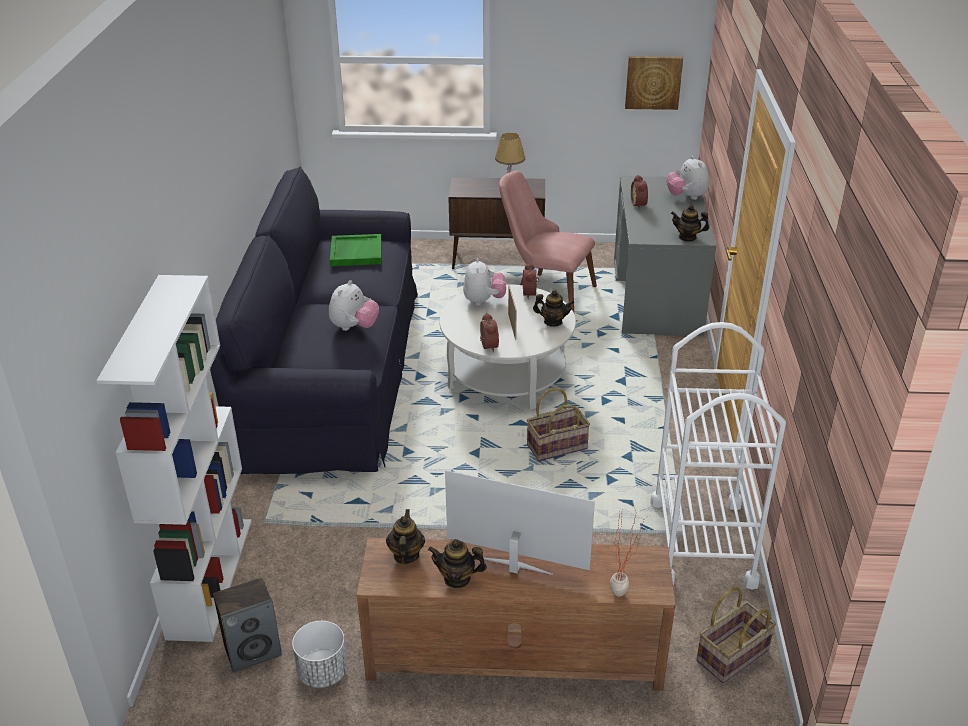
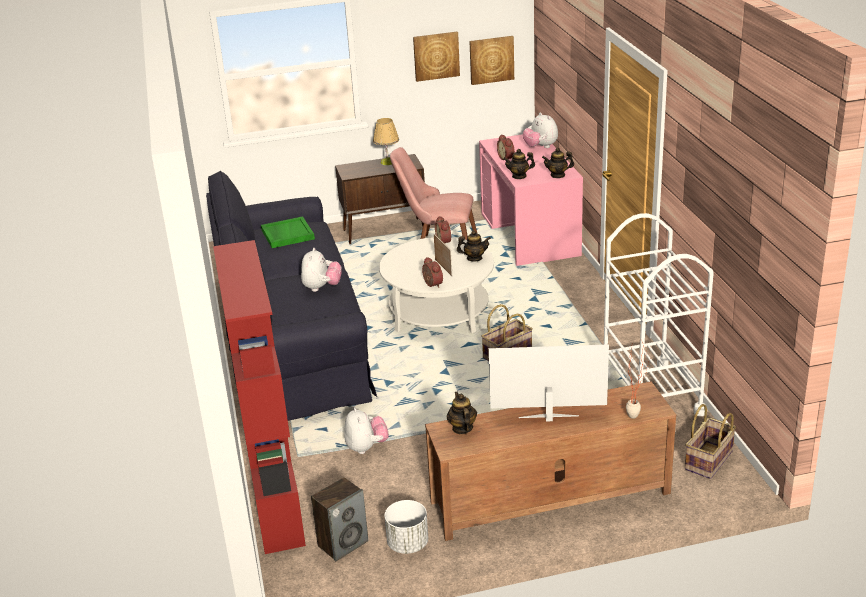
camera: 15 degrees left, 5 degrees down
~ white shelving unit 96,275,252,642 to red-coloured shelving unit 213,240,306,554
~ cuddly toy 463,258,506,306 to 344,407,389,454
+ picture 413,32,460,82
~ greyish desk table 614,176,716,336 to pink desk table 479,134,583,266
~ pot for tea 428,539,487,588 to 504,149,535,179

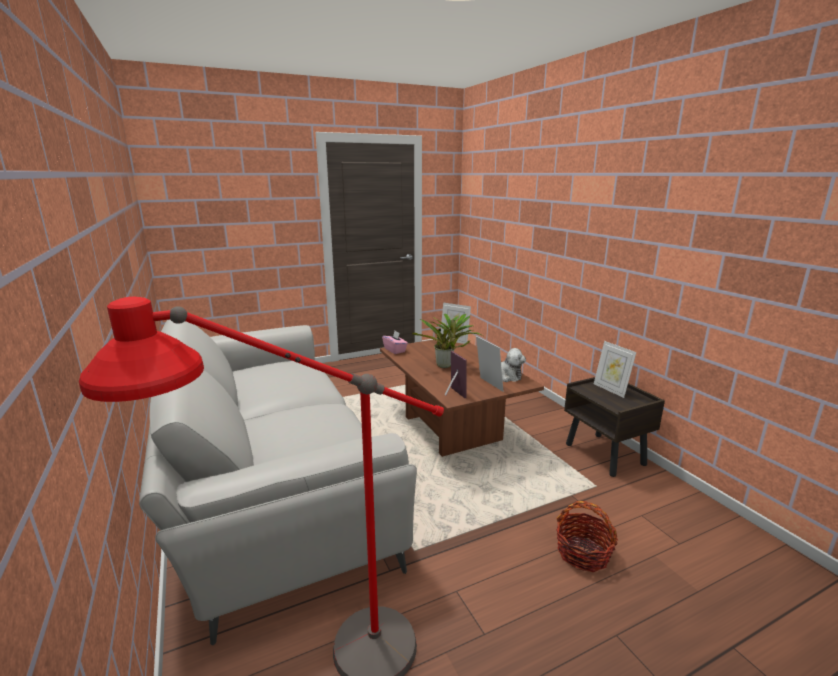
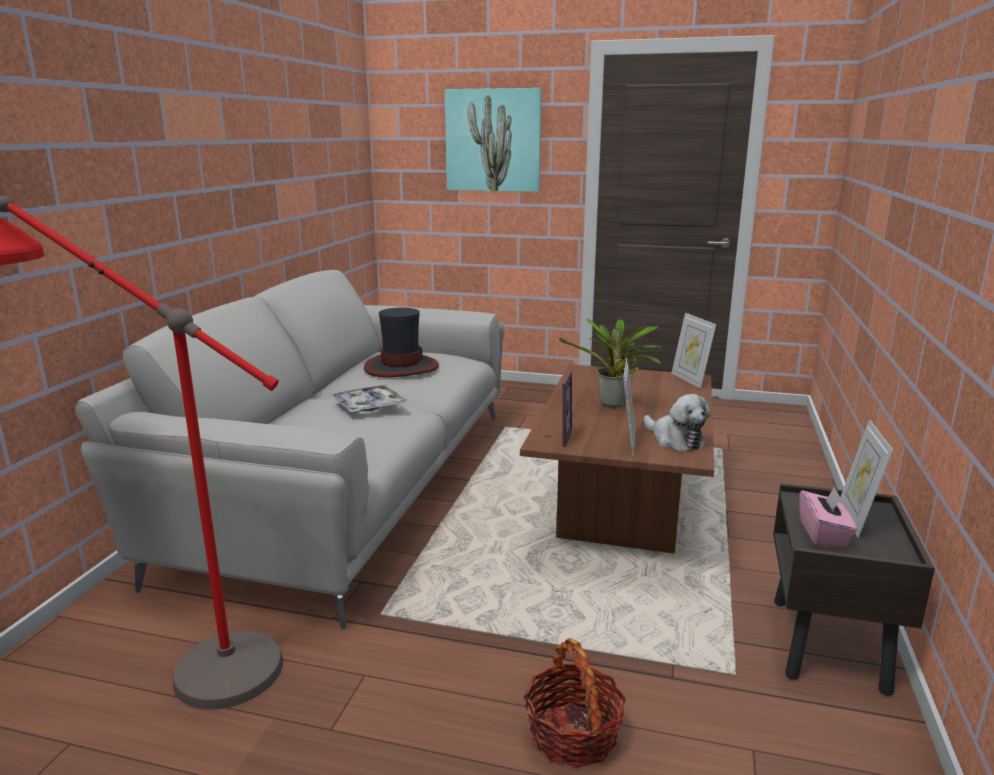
camera: 40 degrees right, 0 degrees up
+ tray 332,385,407,412
+ clothing hat 364,308,439,378
+ picture 445,88,542,192
~ pink tissue holder 382,331,408,354 to 799,486,857,547

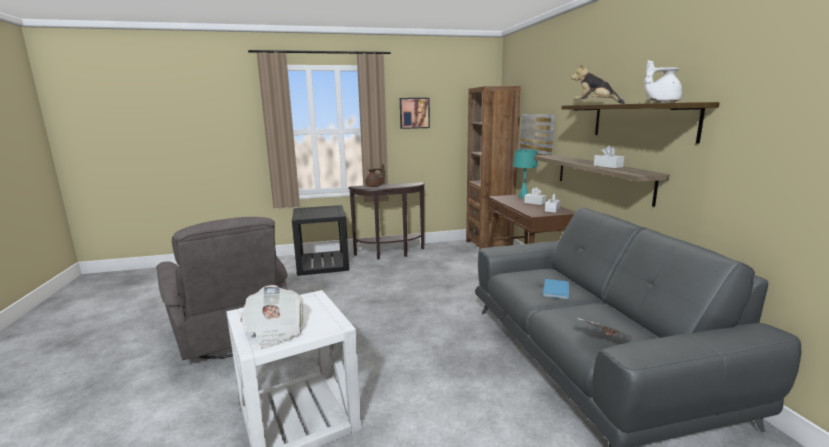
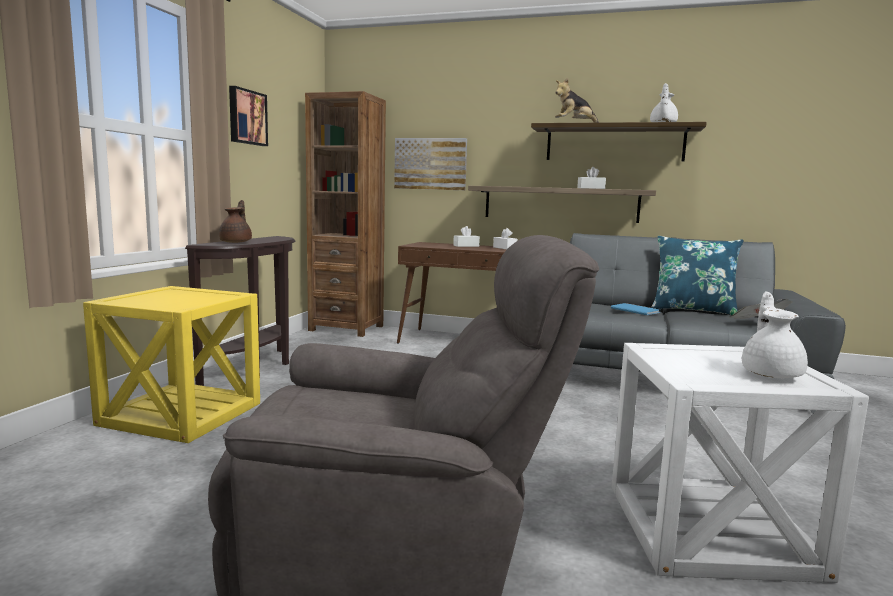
camera: 60 degrees left, 5 degrees down
~ black side table 292,205,350,276 to yellow-coloured side table 83,286,260,443
+ blue-coloured cushion 651,236,744,315
~ printed paper 240,285,303,349 to white pot for tea 742,291,808,378
- turquoise tabletop lamp 513,149,538,198

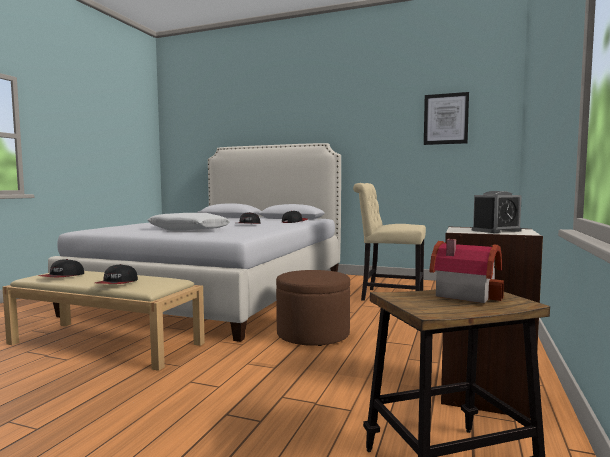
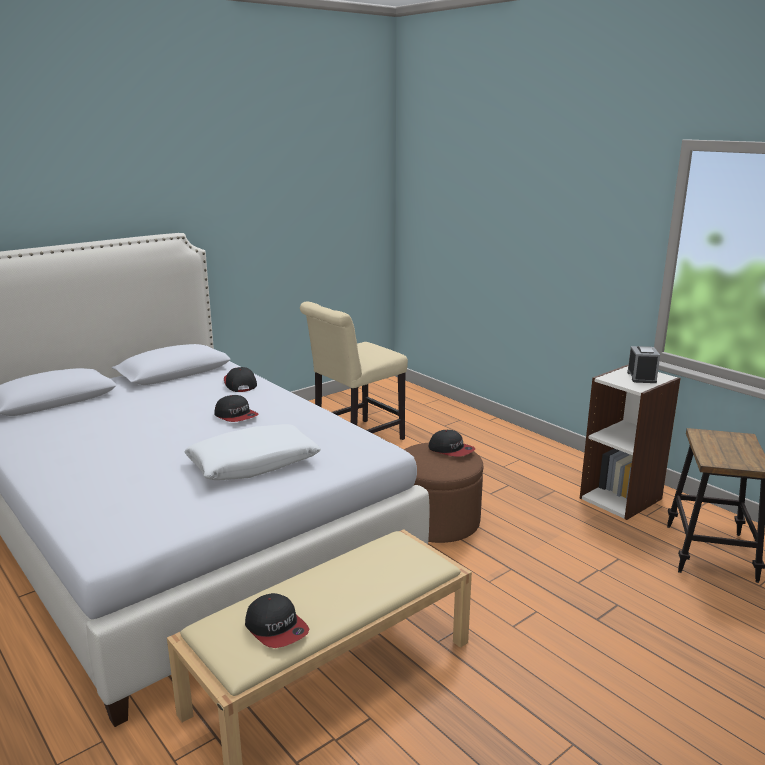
camera: 60 degrees left, 15 degrees up
~ peaked cap 95,264,138,284 to 429,430,475,457
- picture 424,92,469,145
- toy house 429,239,504,303

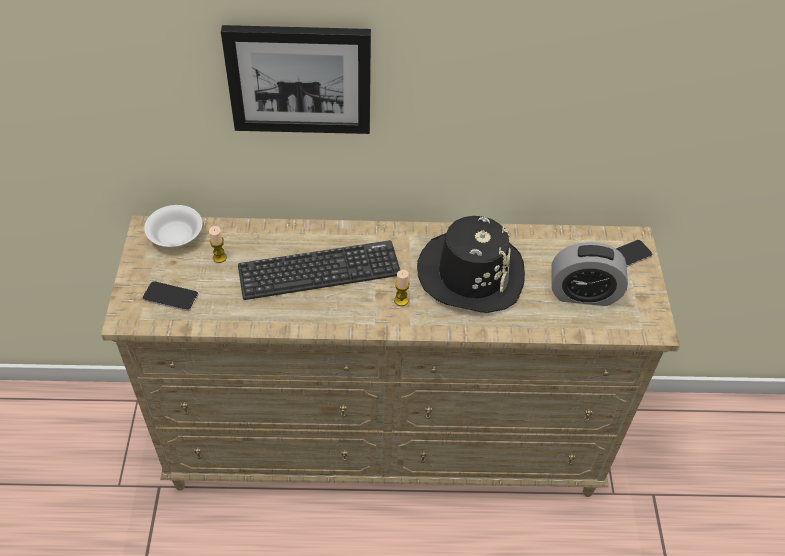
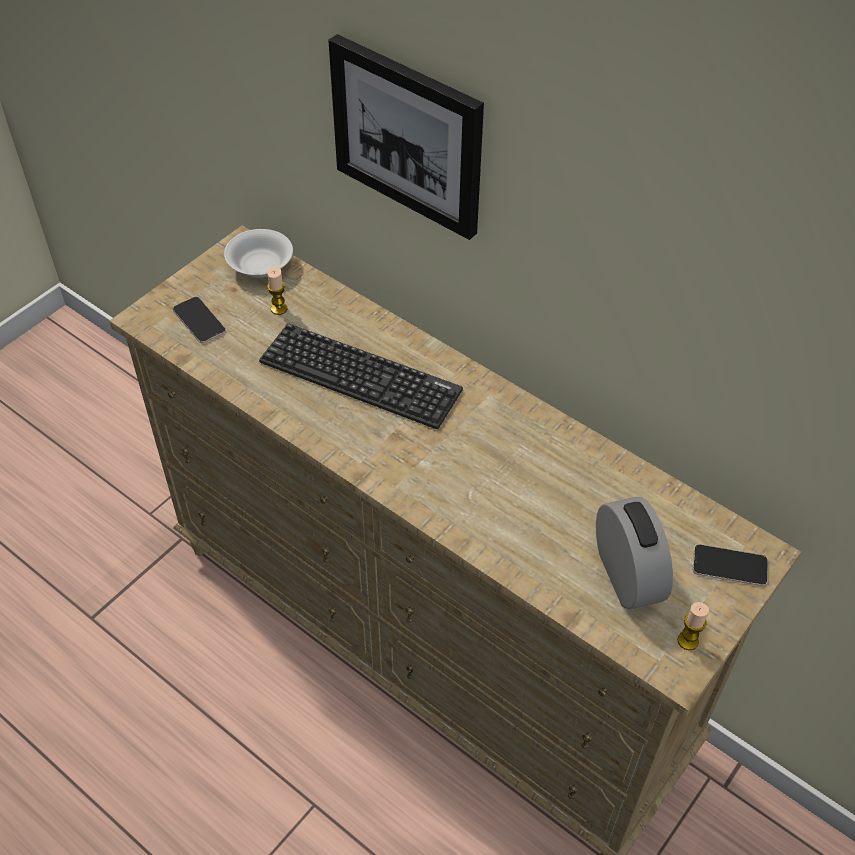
camera: 40 degrees right, 0 degrees up
~ bedside clock 551,242,628,306 = 596,497,673,610 150 degrees counterclockwise
~ wax candle 394,270,410,306 to 678,602,709,650
- black clothing hat 417,216,525,313

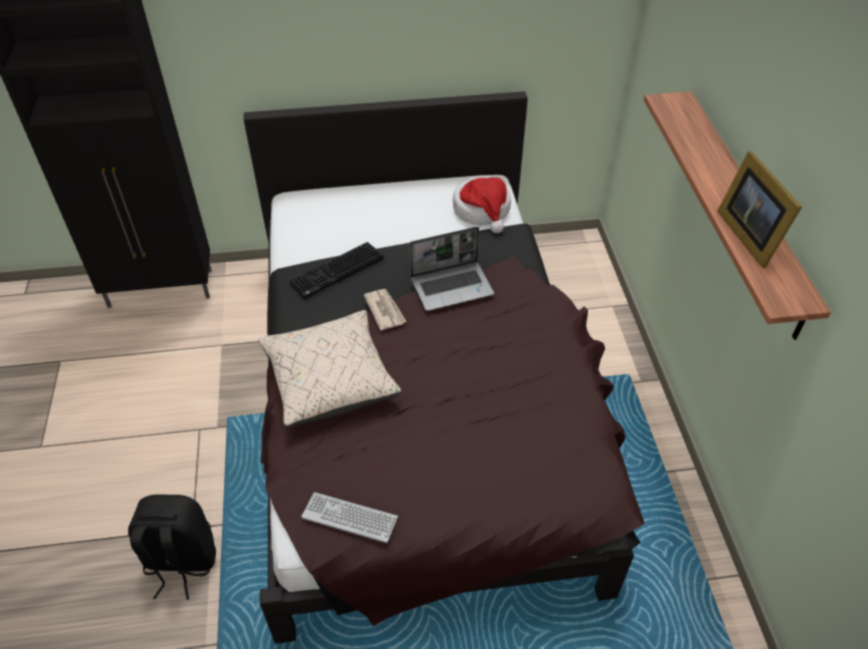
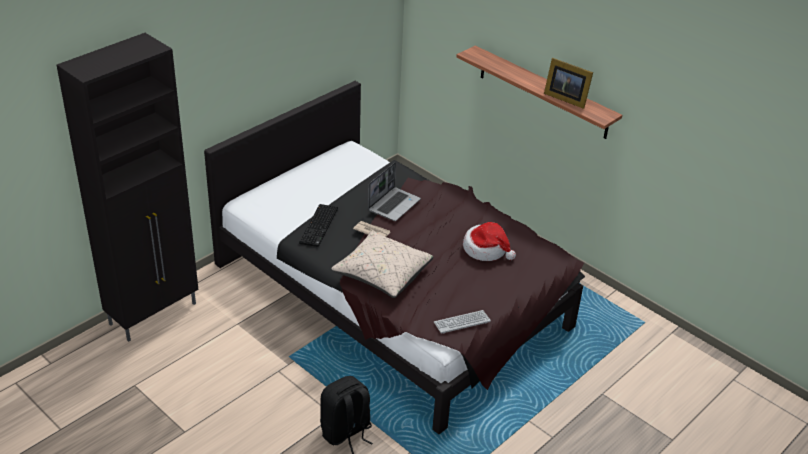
camera: 40 degrees left, 10 degrees down
~ clothing hat 453,177,511,233 to 463,222,516,261

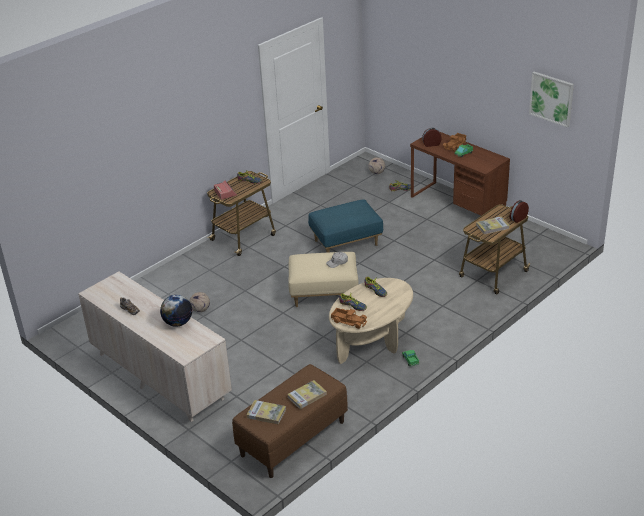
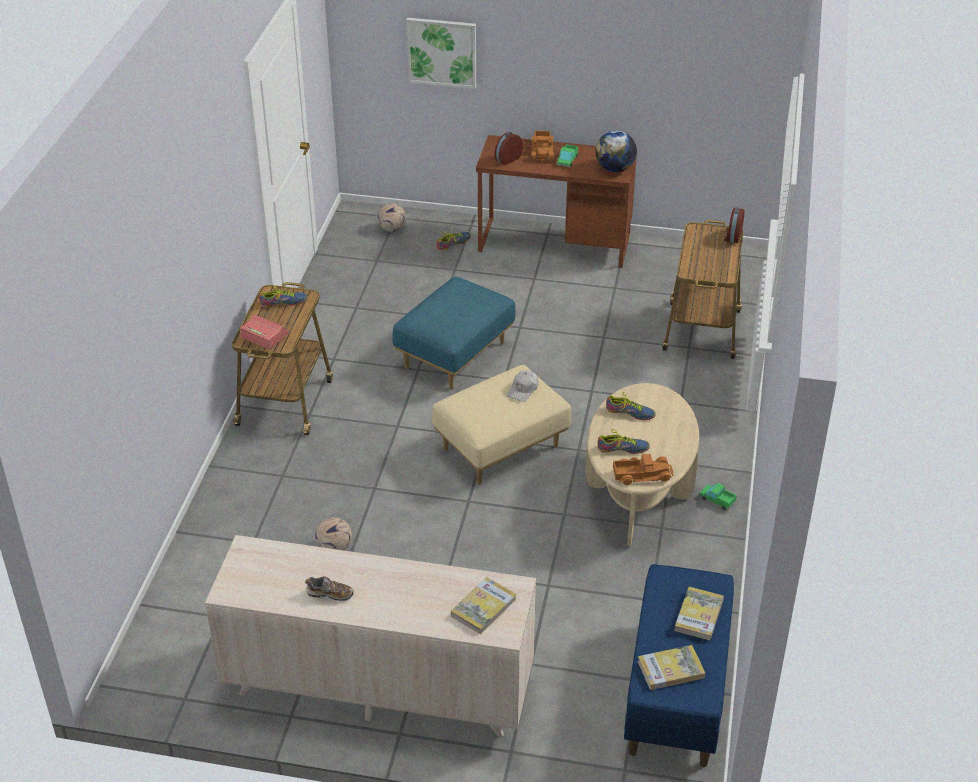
camera: 35 degrees left, 5 degrees up
~ picture 529,72,574,128 to 406,18,476,89
~ book 476,216,510,235 to 451,577,517,634
~ desk globe 160,295,192,327 to 595,131,637,172
~ brownish long seat 232,364,348,478 to blue-coloured long seat 624,564,734,767

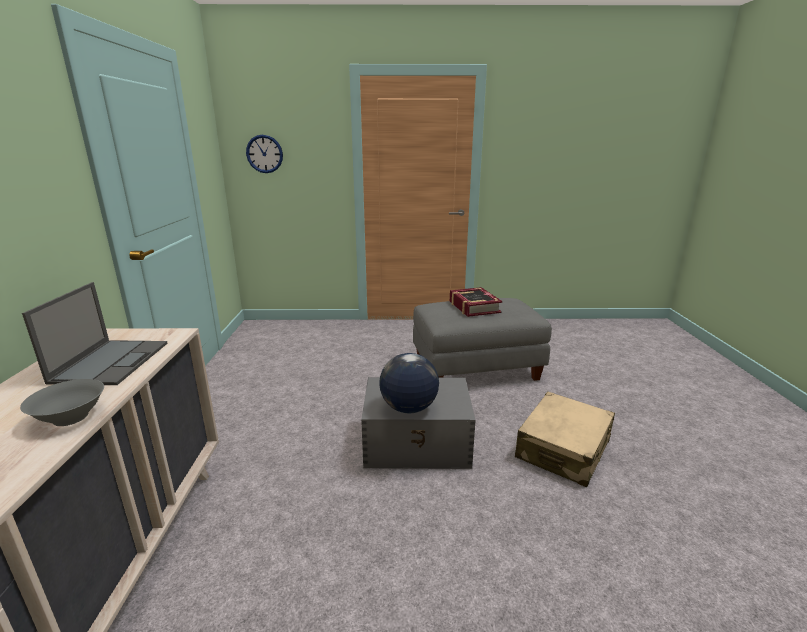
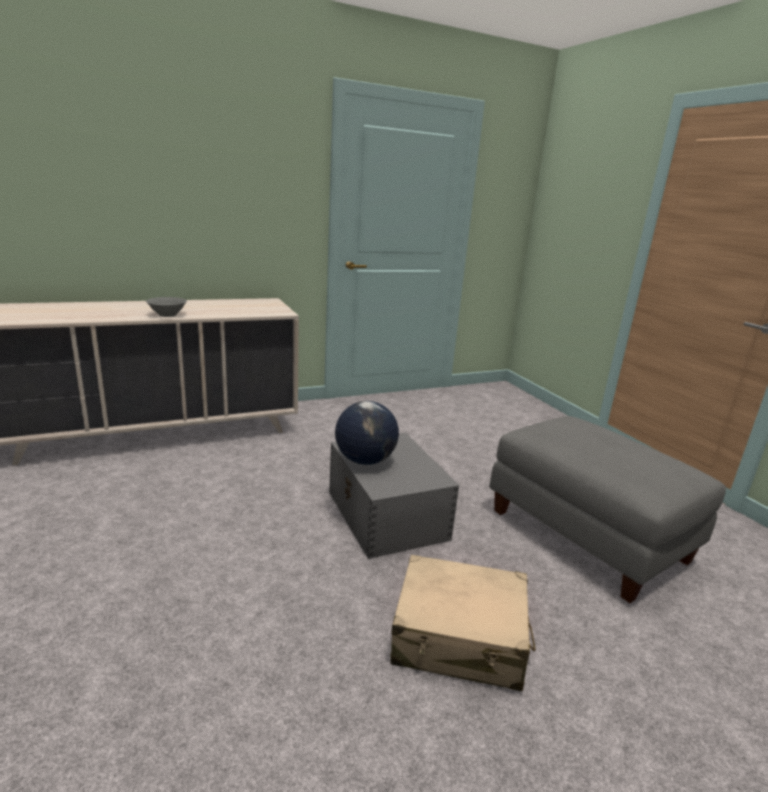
camera: 65 degrees right, 0 degrees up
- portable computer 22,282,167,385
- hanging clock 246,135,283,173
- book 450,287,502,317

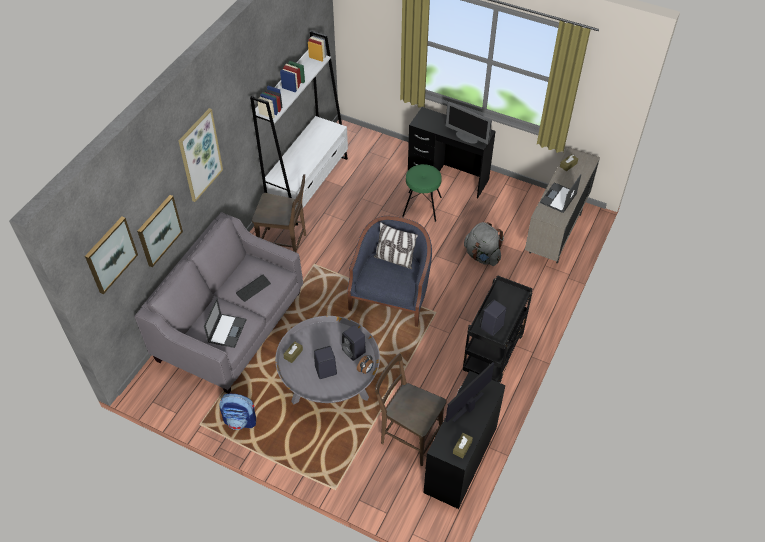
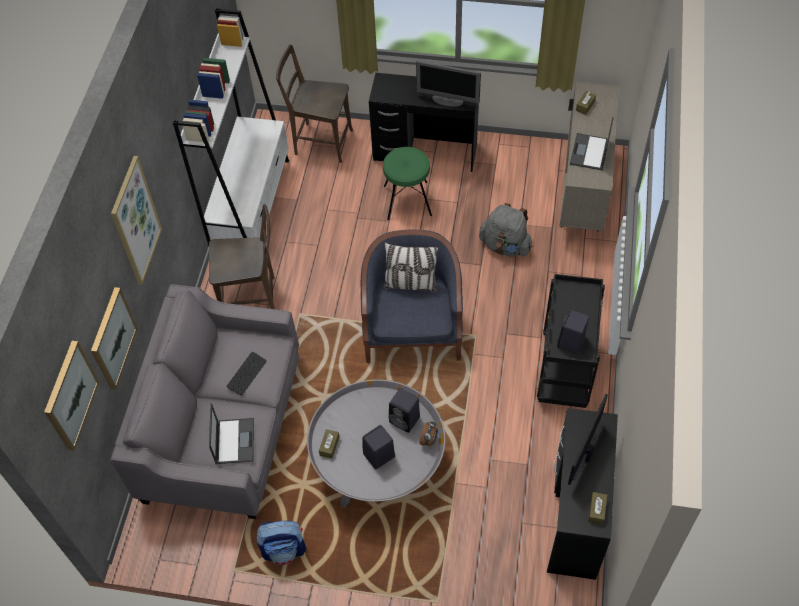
camera: 15 degrees left, 5 degrees up
~ brownish plain chair 375,353,446,466 to 276,45,353,163

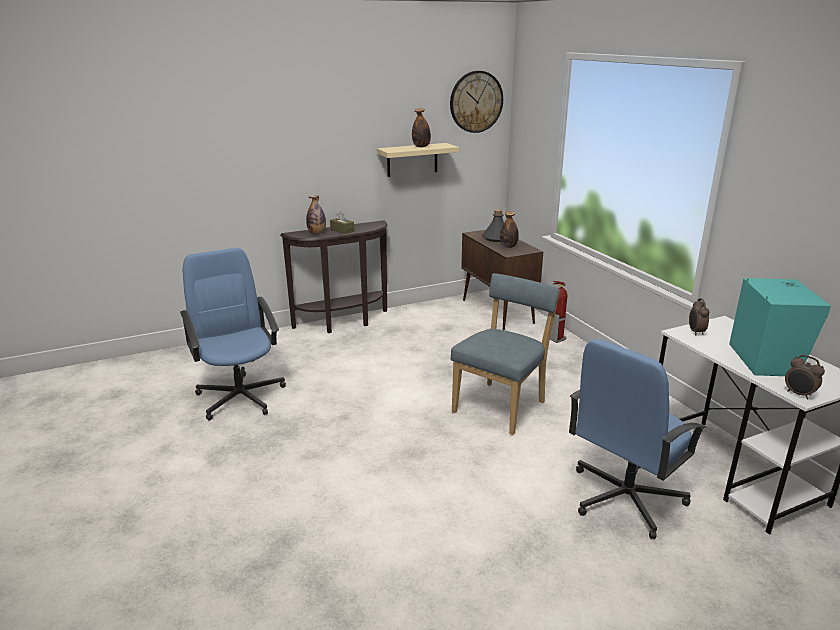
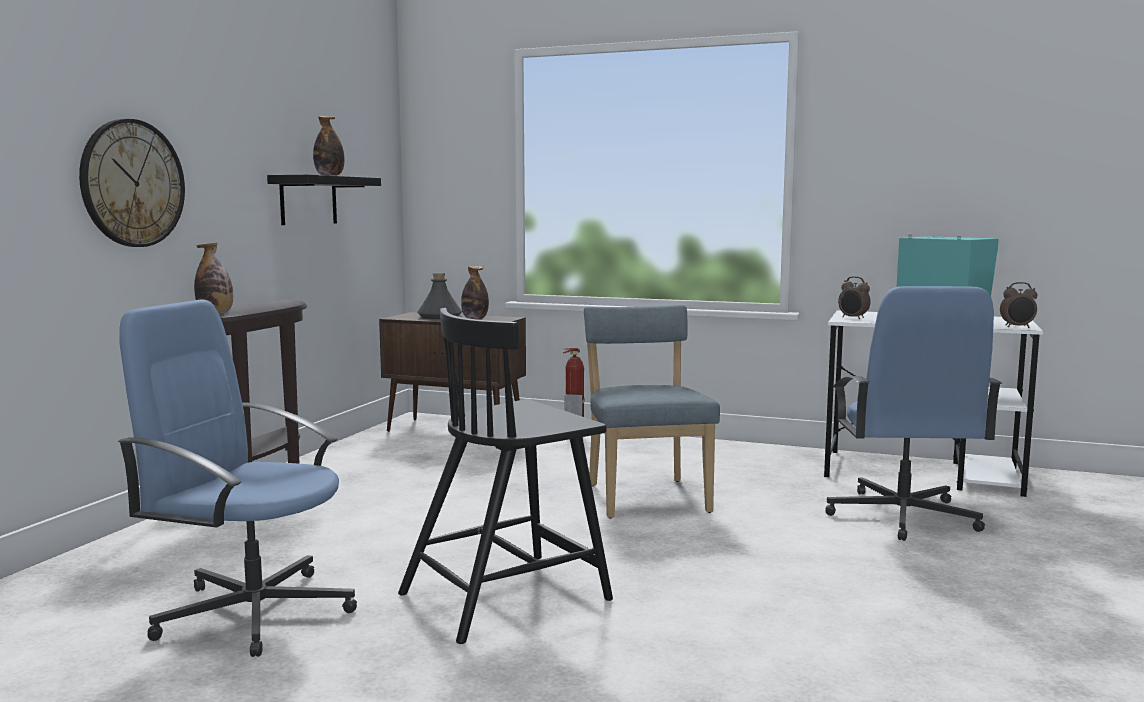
camera: 45 degrees left, 15 degrees down
~ hanging clock 450,71,503,133 to 79,119,185,247
~ beige bracket shelf 377,143,459,177 to black bracket shelf 267,175,381,225
+ black plain chair 398,308,613,644
- brownish tissue holder 330,212,354,234

